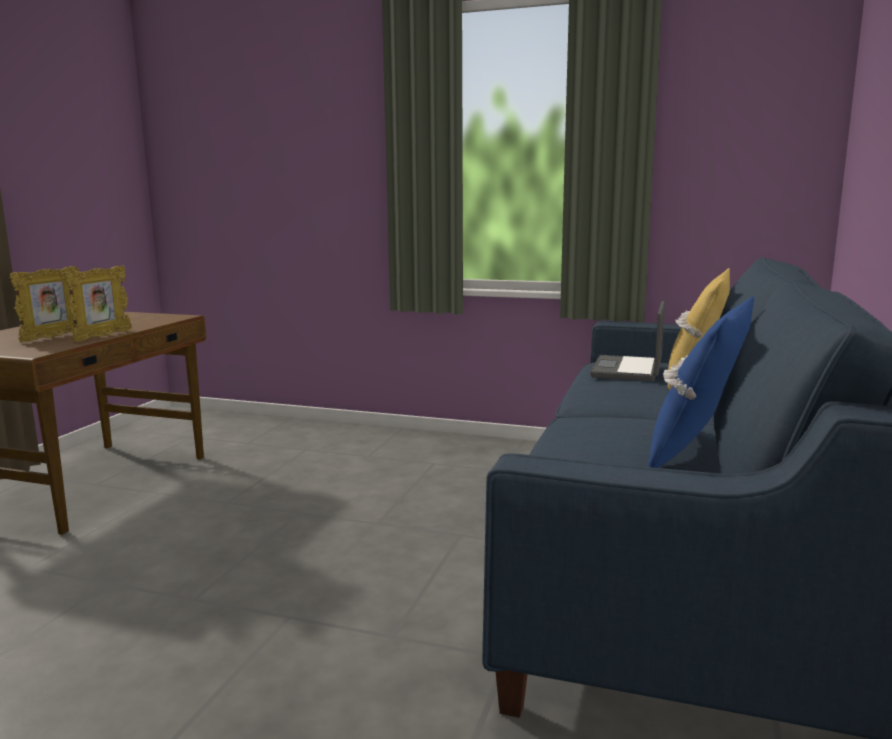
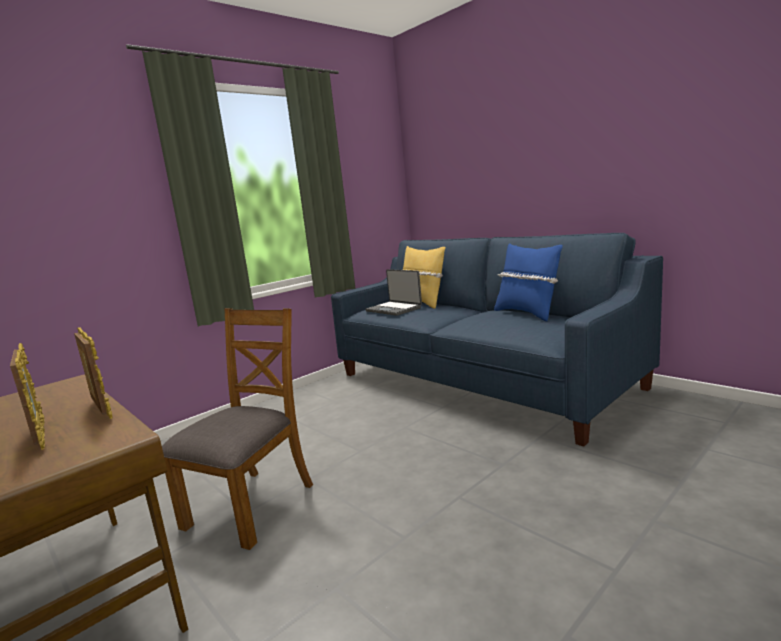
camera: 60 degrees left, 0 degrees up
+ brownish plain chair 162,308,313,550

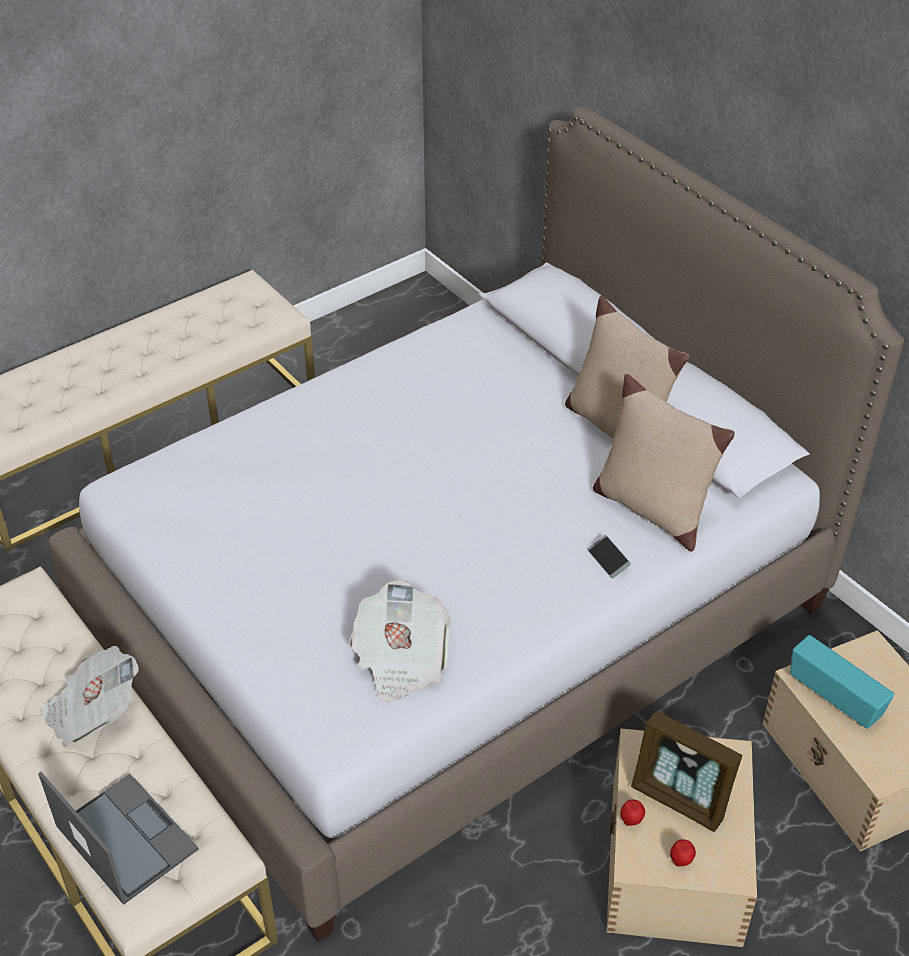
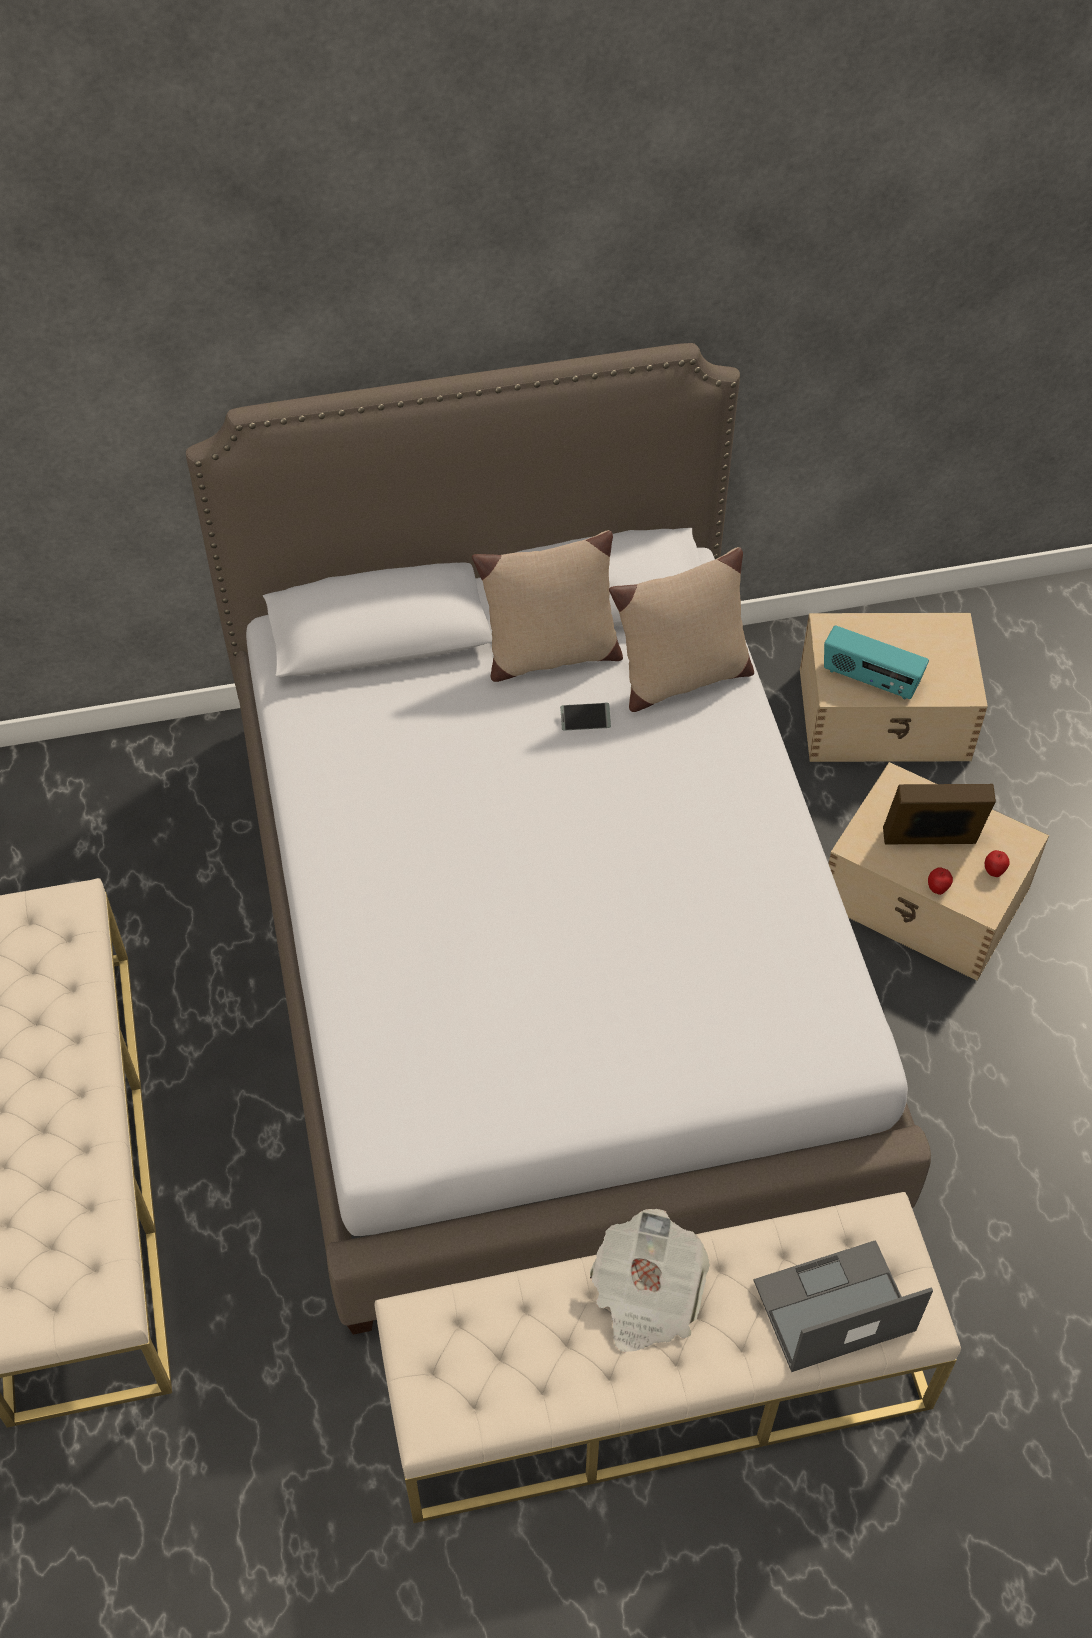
camera: 65 degrees left, 10 degrees up
~ phone 587,535,631,578 to 560,703,611,731
~ radio 790,635,894,729 = 824,625,929,700 135 degrees counterclockwise
~ photo frame 631,711,742,832 = 883,784,996,845 150 degrees counterclockwise
- printed paper 350,580,451,703

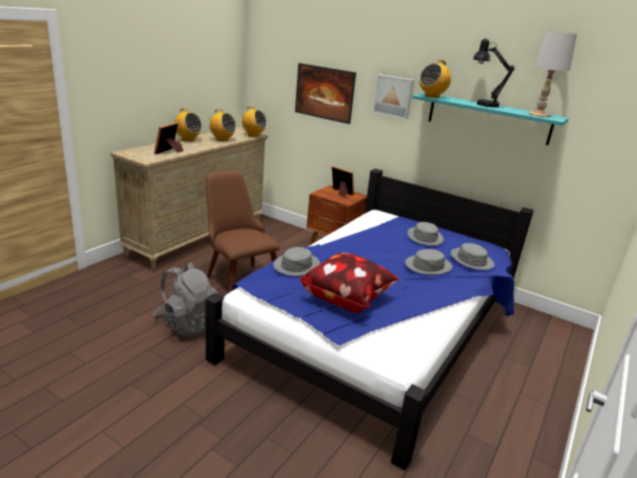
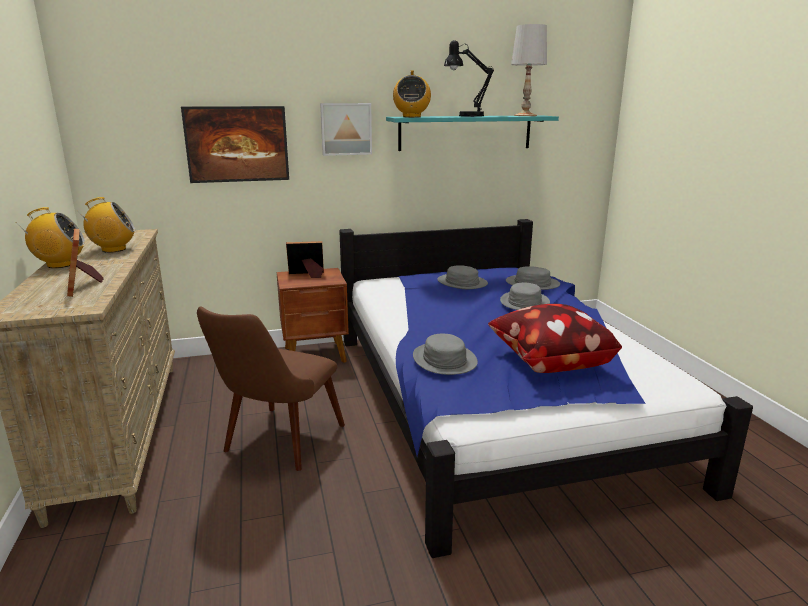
camera: 45 degrees left, 5 degrees down
~ brownish plain chair 206,171,280,293 = 197,307,345,471 75 degrees counterclockwise
- greyish knapsack 154,262,218,337
- radio 242,106,267,137

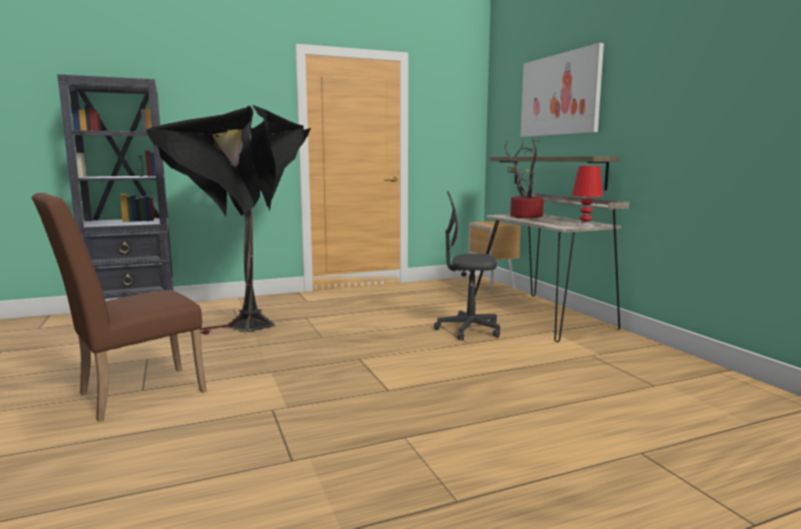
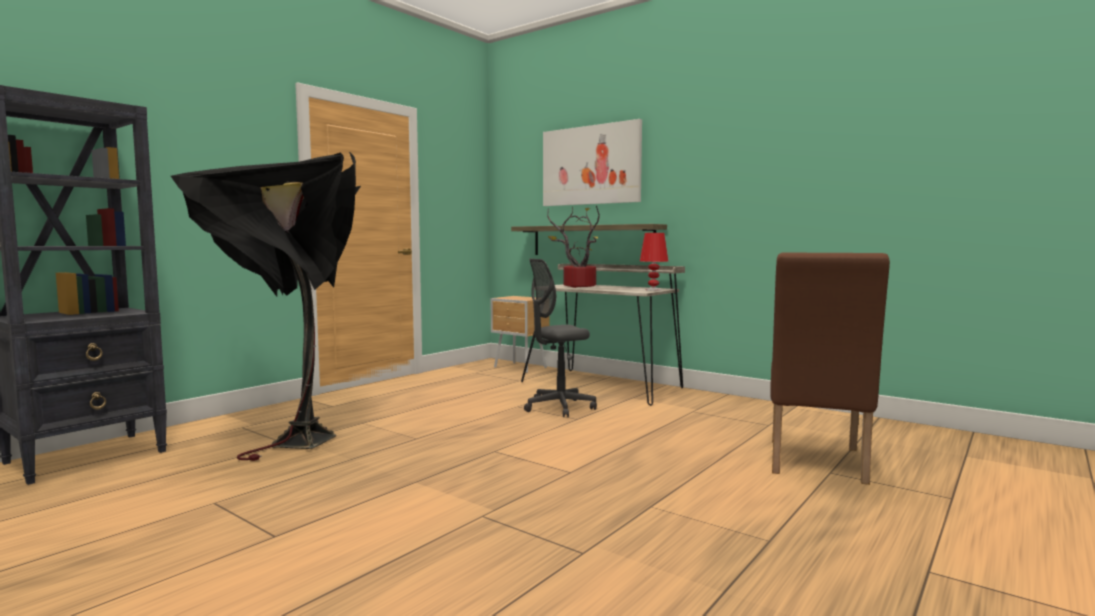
camera: 30 degrees left, 5 degrees down
~ brownish plain chair 32,193,207,421 to 770,253,890,485

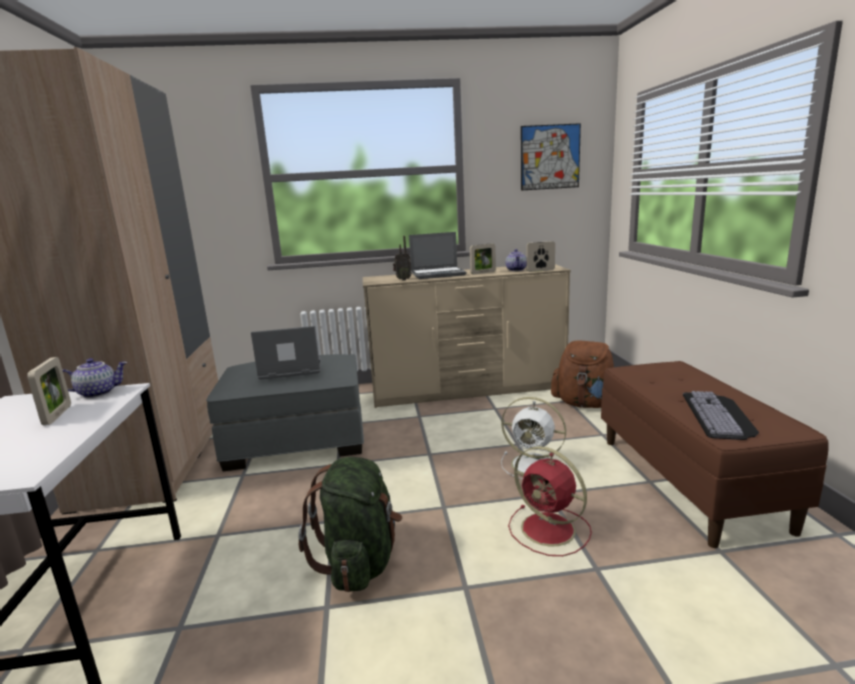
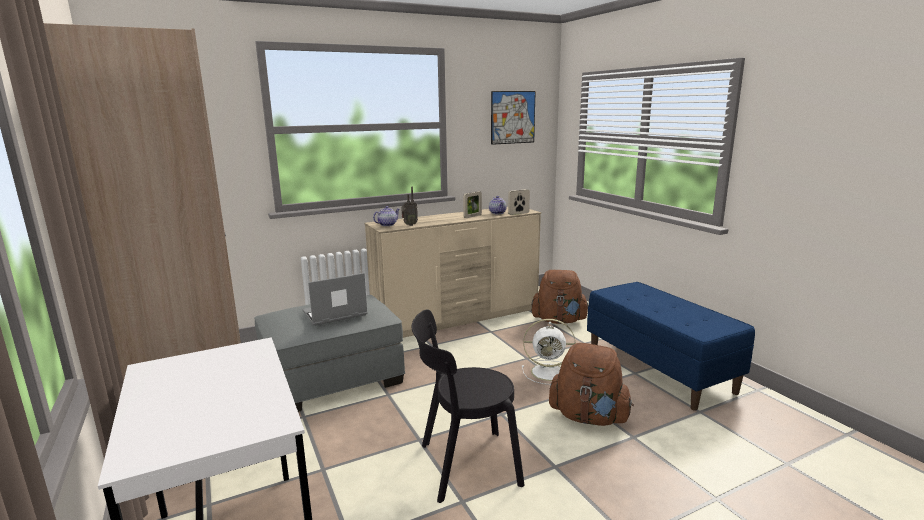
camera: 20 degrees left, 0 degrees up
~ pot for tea 62,358,127,398 to 373,206,400,226
~ green-coloured knapsack 298,457,402,592 to black plain chair 412,309,525,503
~ red-coloured cooling fan 508,446,592,556 to brownish knapsack 549,343,634,426
~ brownish long seat 601,361,828,548 to blue-coloured long seat 587,282,755,411
- photo frame 27,357,71,425
- portable computer 409,232,466,279
- PC keyboard 683,391,759,440

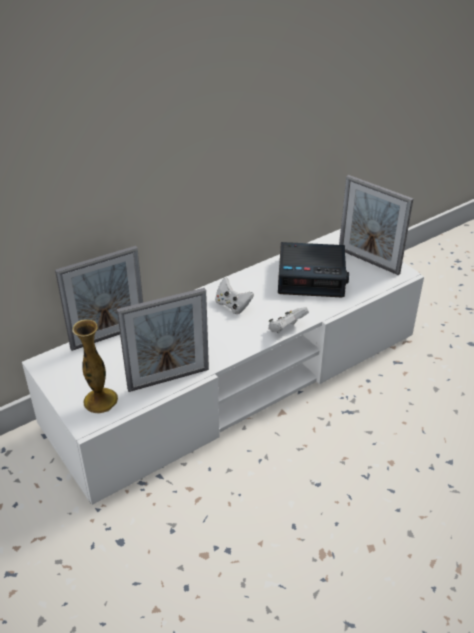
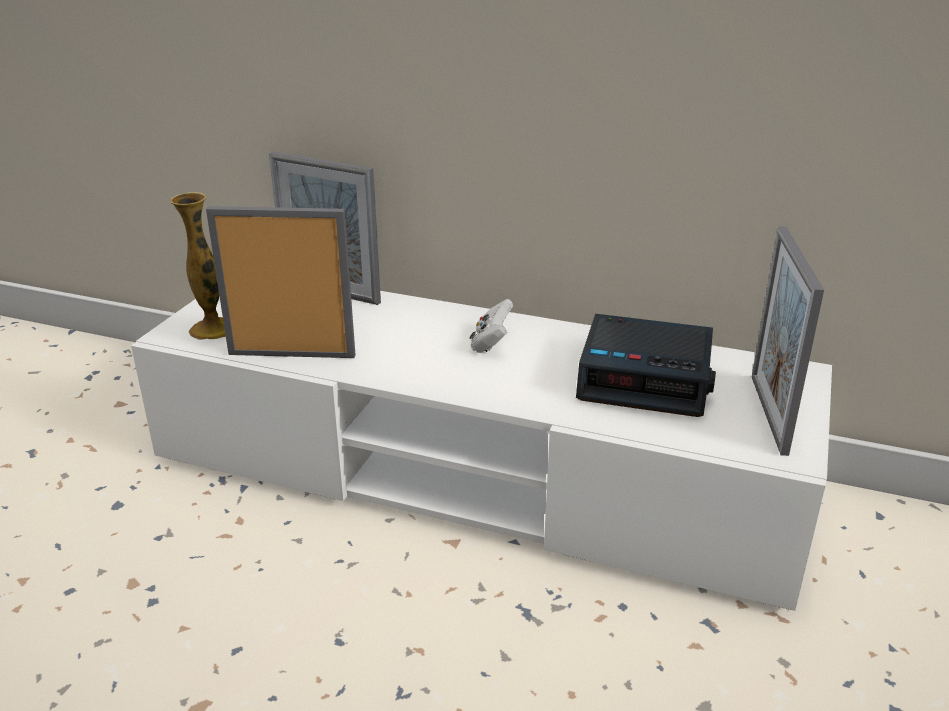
camera: 55 degrees right, 10 degrees down
~ photo frame 117,288,209,392 = 206,206,356,358 150 degrees clockwise
~ bedside clock 278,242,349,297 = 576,314,716,417 45 degrees counterclockwise
- white game controller 268,307,309,333

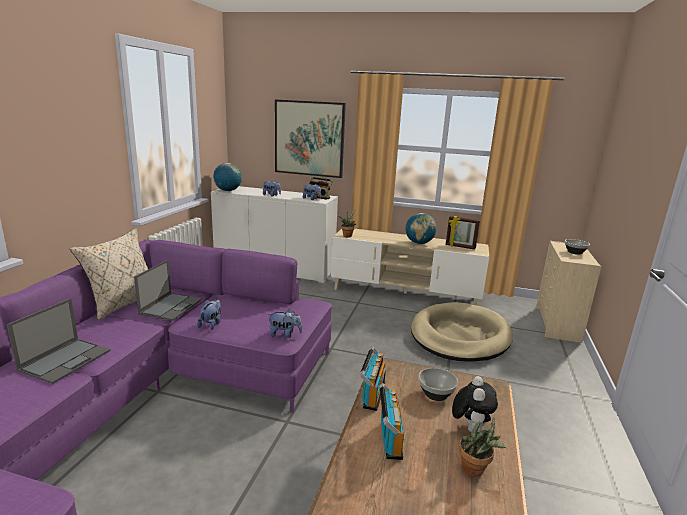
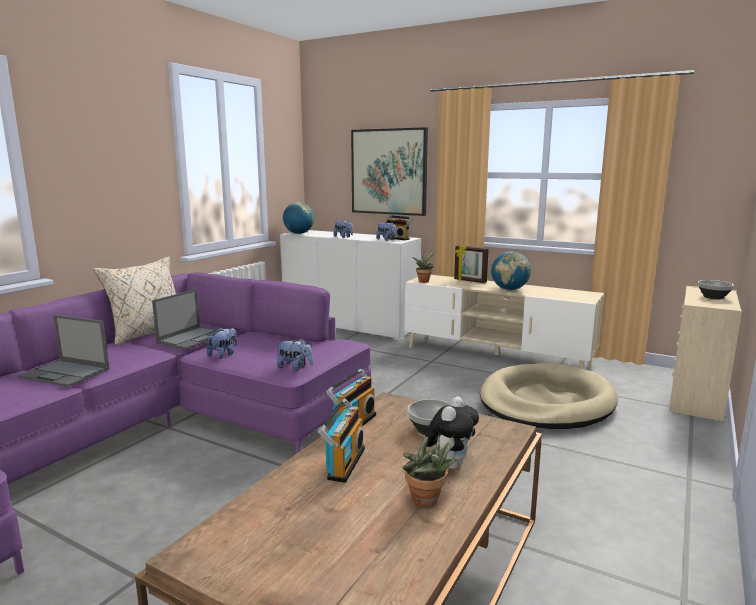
camera: 15 degrees right, 5 degrees down
~ portable computer 7,298,111,384 = 18,315,110,387 75 degrees clockwise
~ photo frame 446,216,480,250 to 454,245,489,283

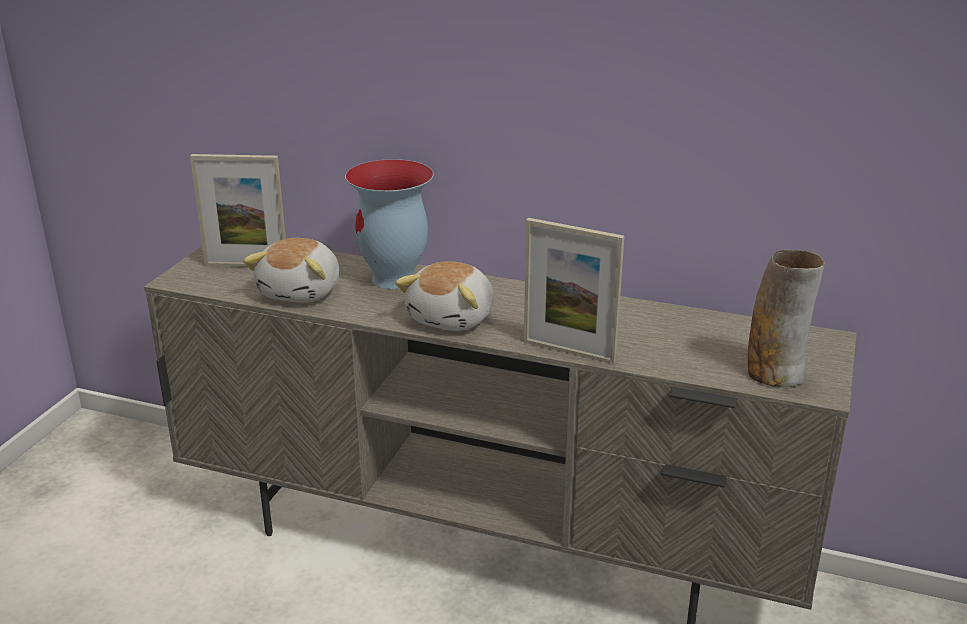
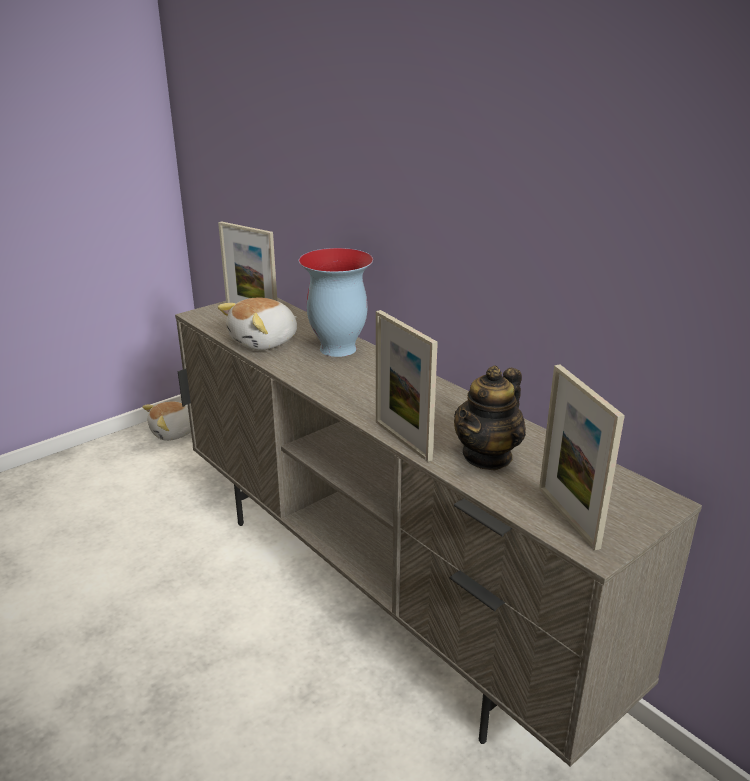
camera: 30 degrees right, 0 degrees up
~ cuddly toy 395,261,494,331 to 142,401,191,441
+ pot for tea 454,365,526,470
~ vase 748,249,825,387 to photo frame 539,364,625,550

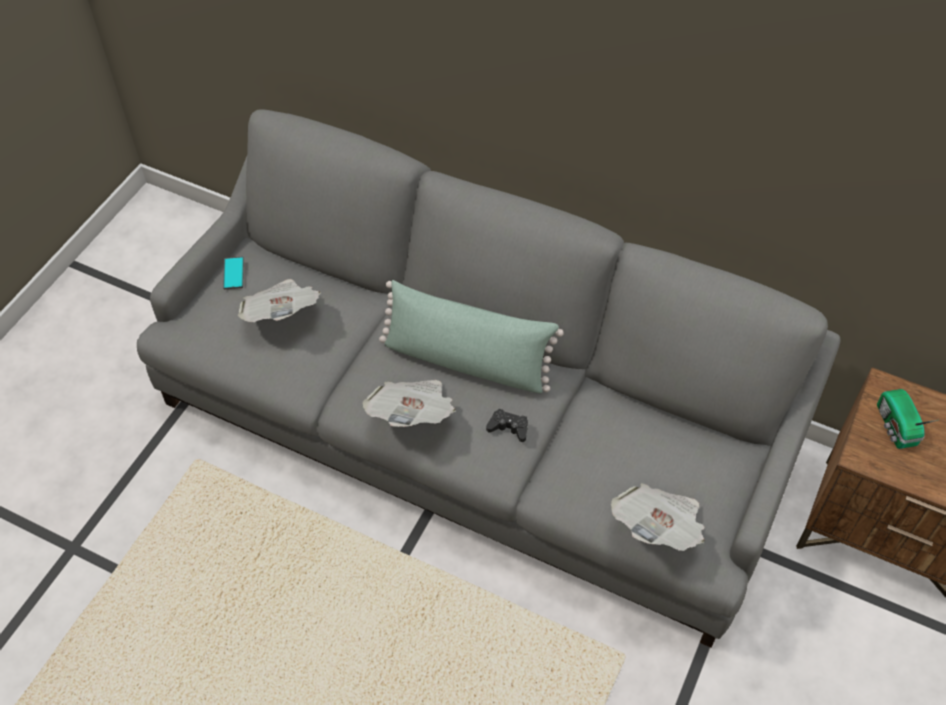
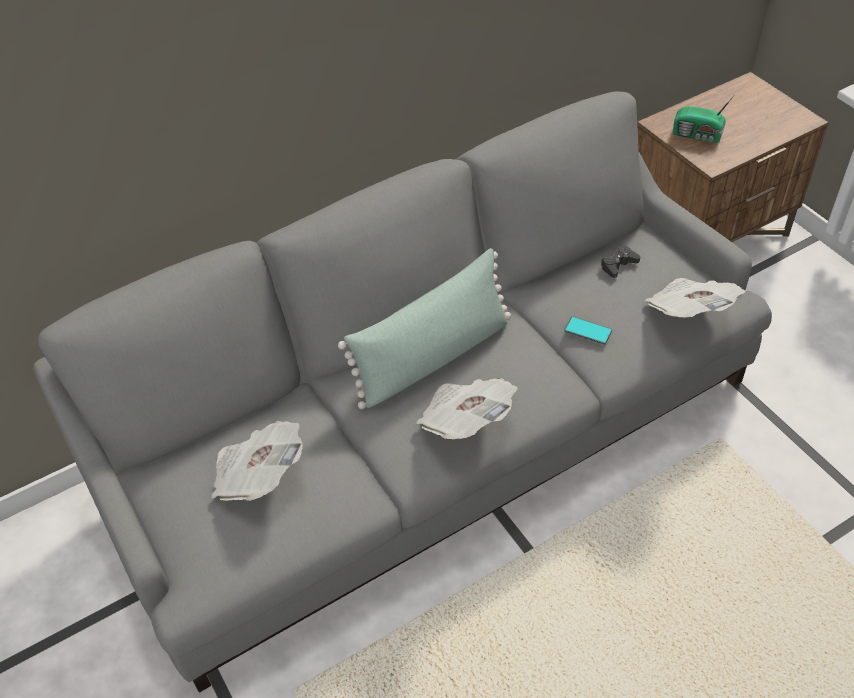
camera: 55 degrees left, 5 degrees down
~ phone 223,257,244,289 to 564,316,612,345
~ black game controller 486,409,528,442 to 601,246,640,278

